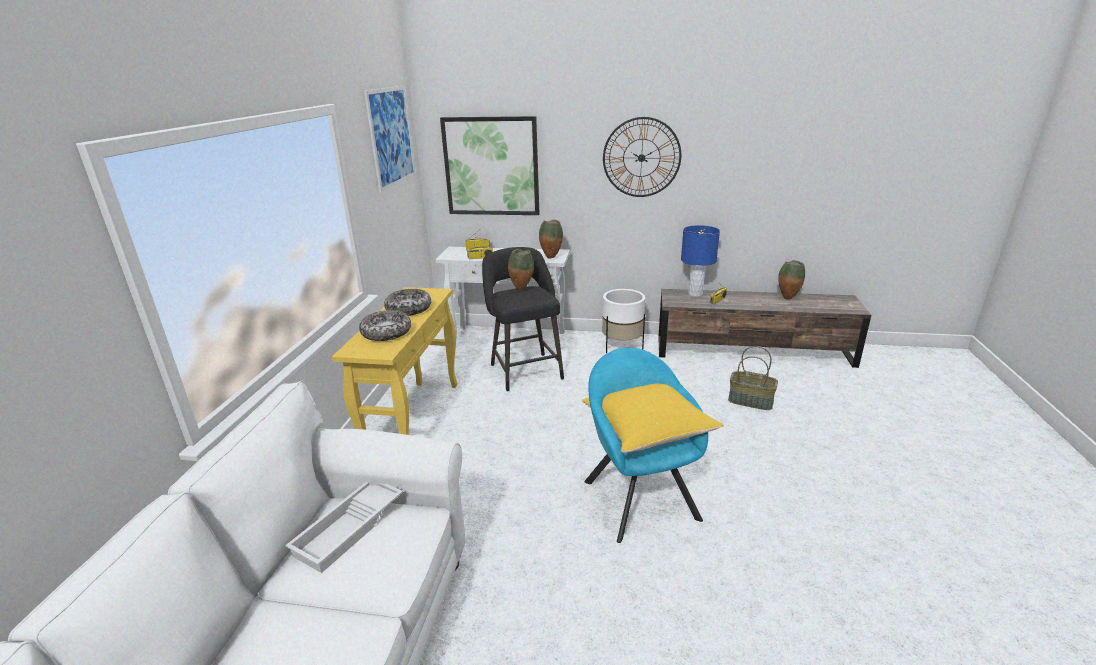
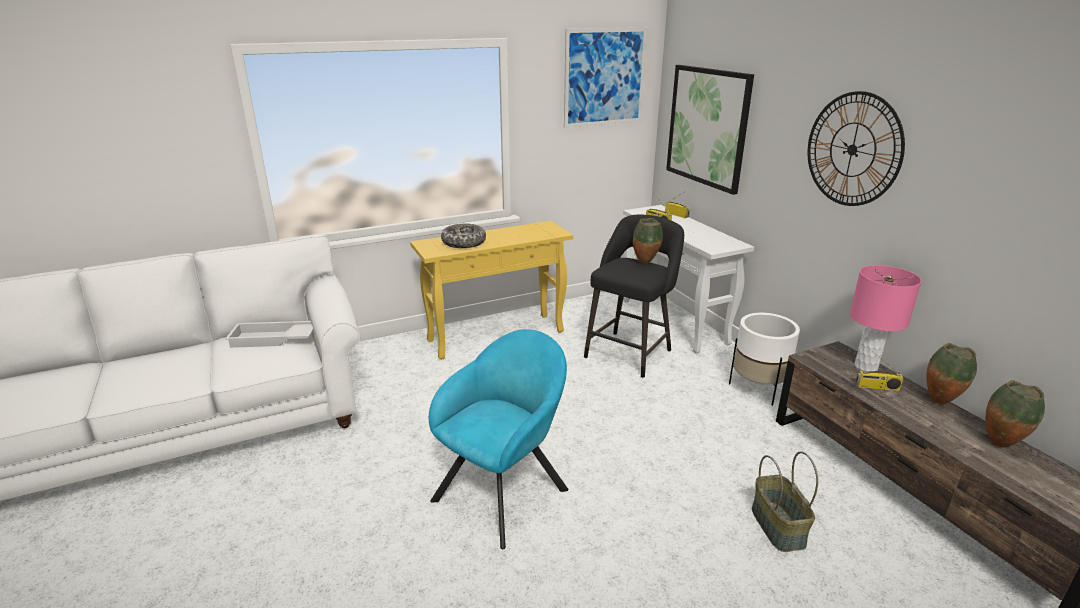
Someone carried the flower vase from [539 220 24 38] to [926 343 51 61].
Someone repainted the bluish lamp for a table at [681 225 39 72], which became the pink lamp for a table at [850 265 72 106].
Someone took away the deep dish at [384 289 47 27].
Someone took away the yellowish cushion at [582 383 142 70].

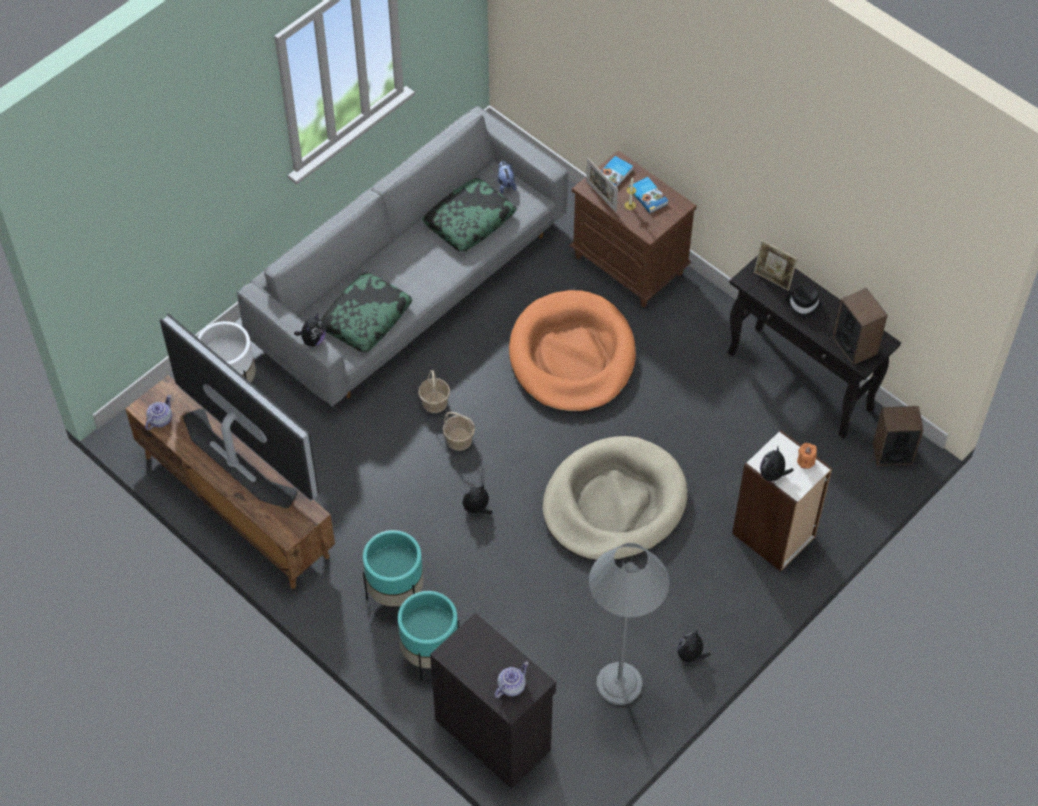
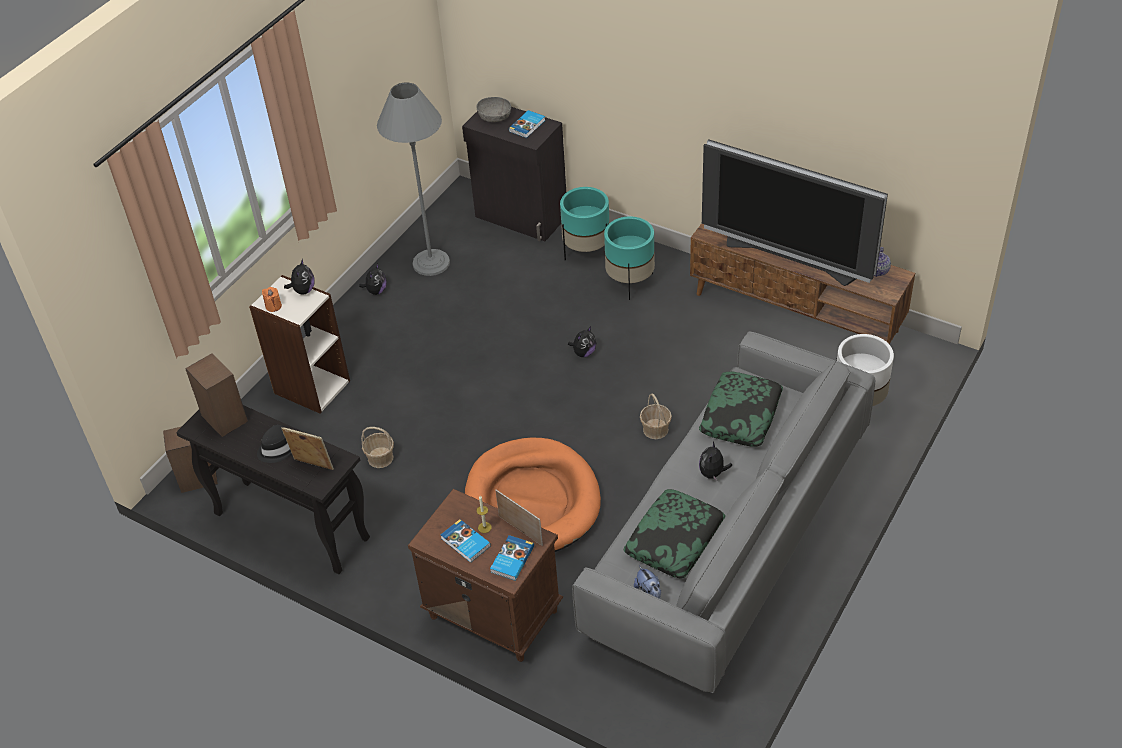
Someone carried the soft toy from [294 313 32 34] to [699 441 33 40].
Someone carried the storage basket from [443 412 32 39] to [361 427 33 41].
Someone took away the sand-coloured pet bed at [542 436 146 125].
Someone swapped the pot for tea at [494 662 35 36] for the greyish deep dish at [476 97 35 25].
Someone put down the bound book at [509 110 36 28].

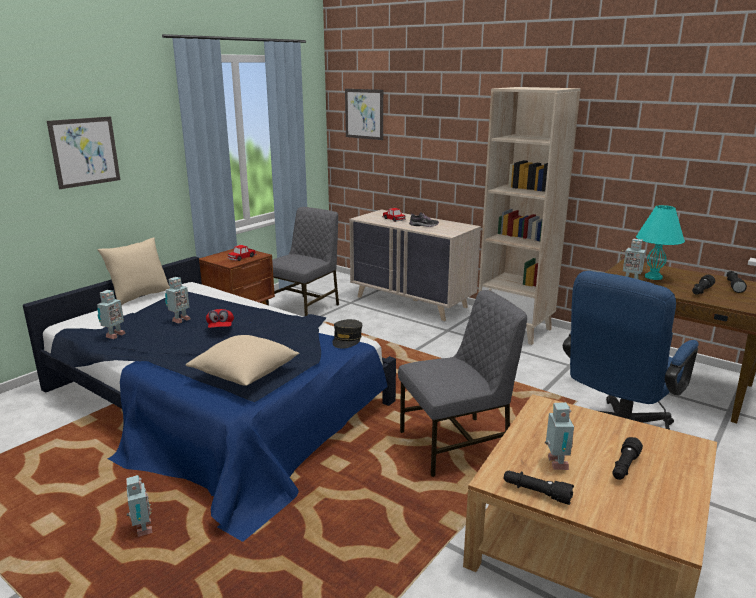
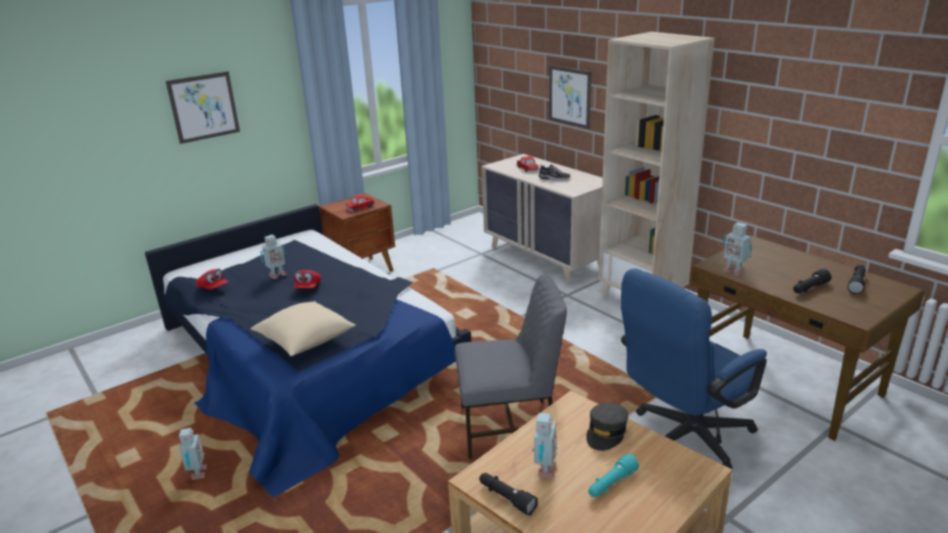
Someone carried the wall art from [345 89 38 51] to [549 65 42 64].
Someone took away the turquoise lamp for a table at [636 205 49 75].
Someone took away the greyish chair at [266 207 73 109].
Someone took away the sand-coloured cushion at [98 237 72 68].
Someone swapped the model robot at [97 290 29 49] for the red baseball cap at [196 269 33 21].
Someone carried the greyish baseball cap from [332 319 30 30] to [586 402 42 49].
Someone repainted the blackish flashlight at [612 437 31 43], which became the turquoise flashlight at [588 454 51 43].

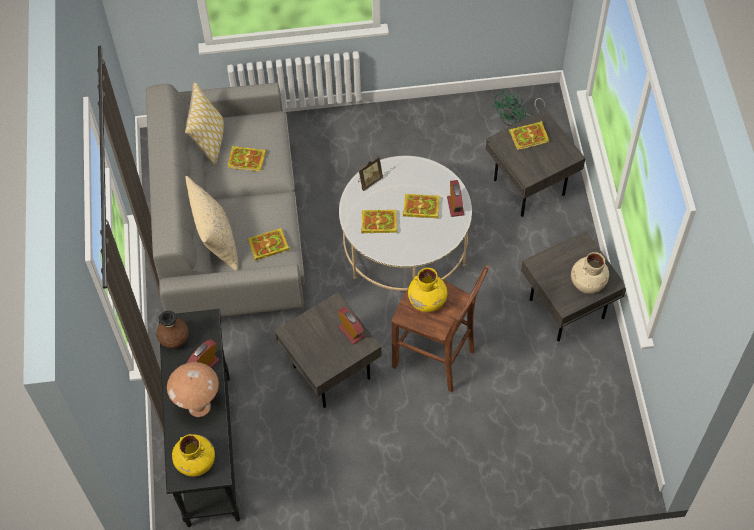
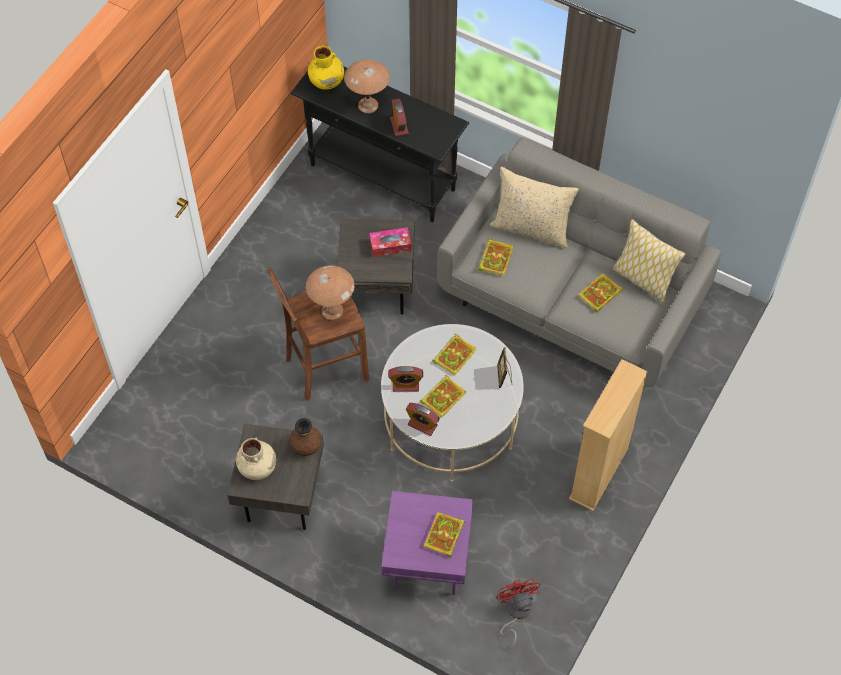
Someone repainted the green fan at [493 89 52 37], which became the red fan at [497 578 43 71].
Someone repainted the greyish end table at [486 109 99 108], which became the purple-coloured end table at [381 491 92 104].
Someone swapped the yellowish flower vase at [408 268 39 44] for the brown lamp for a table at [306 265 49 55].
Someone carried the bedside clock from [338 307 27 37] to [388 366 35 26].
Someone carried the brown flower vase from [156 310 33 39] to [289 418 32 38].
Someone put down the tissue box at [369 227 42 30].
Someone put down the sand-coloured shelving unit at [569 359 79 152].

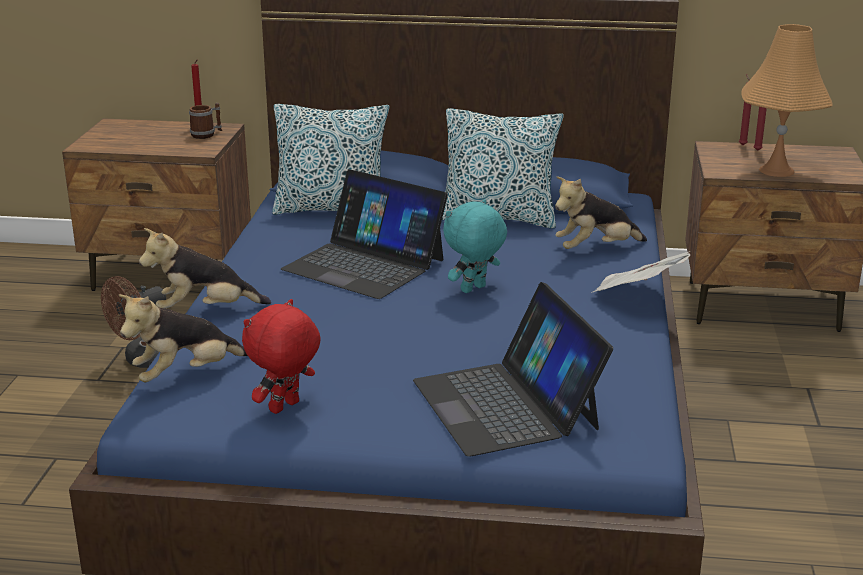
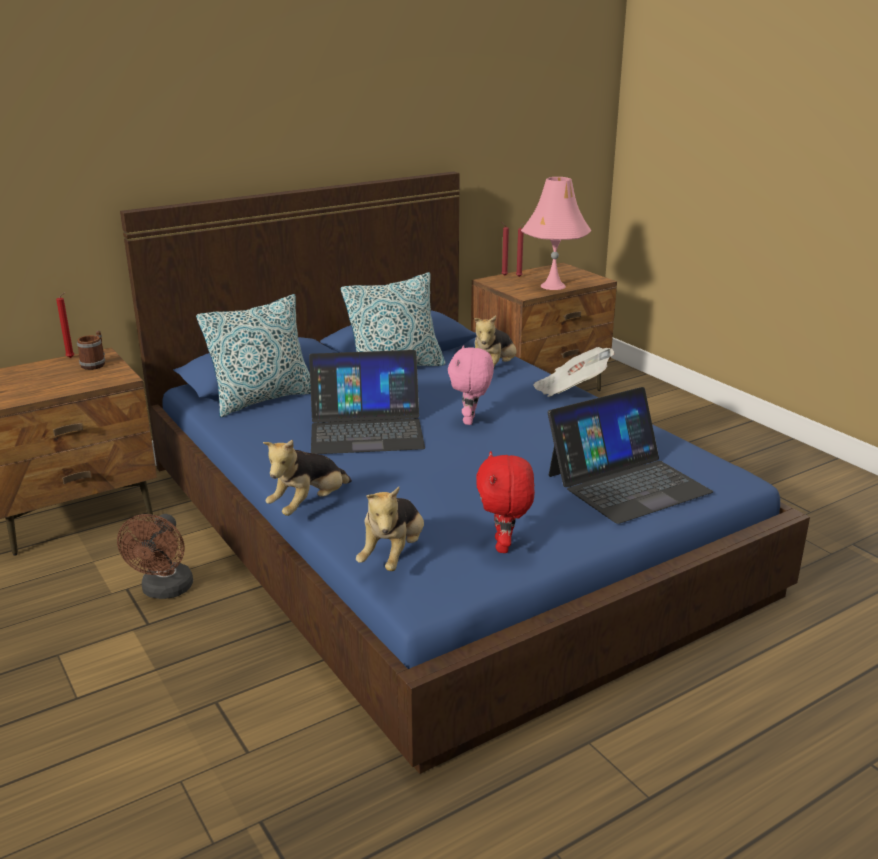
Someone repainted the orange lamp for a table at [741 24 91 153], which became the pink lamp for a table at [521 177 70 113].
Someone repainted the turquoise soft toy at [443 199 64 94], which became the pink soft toy at [448 345 46 80].
Someone rotated the laptop at [413 282 200 174] by 60 degrees counterclockwise.

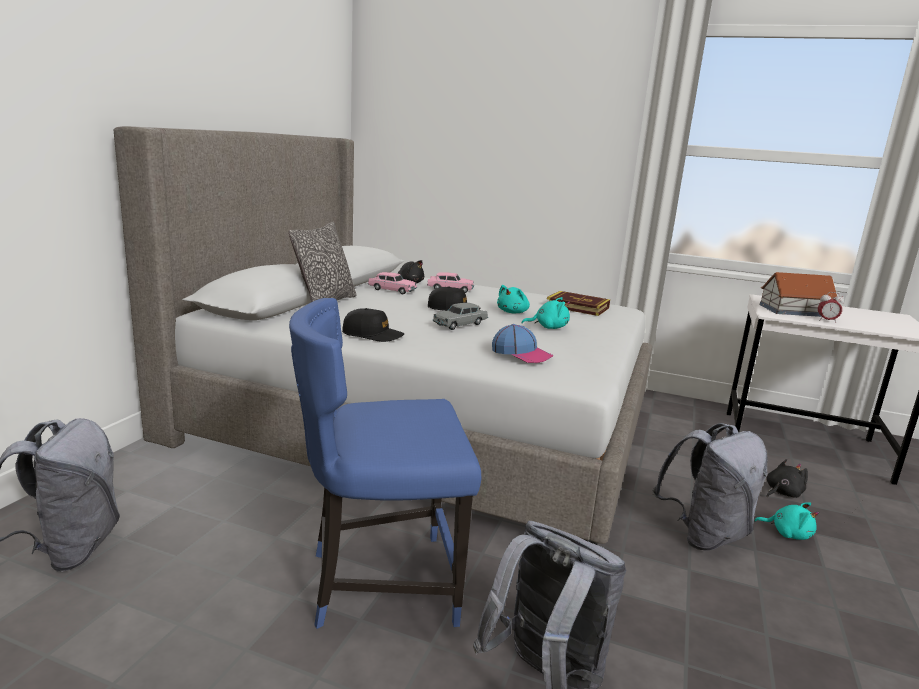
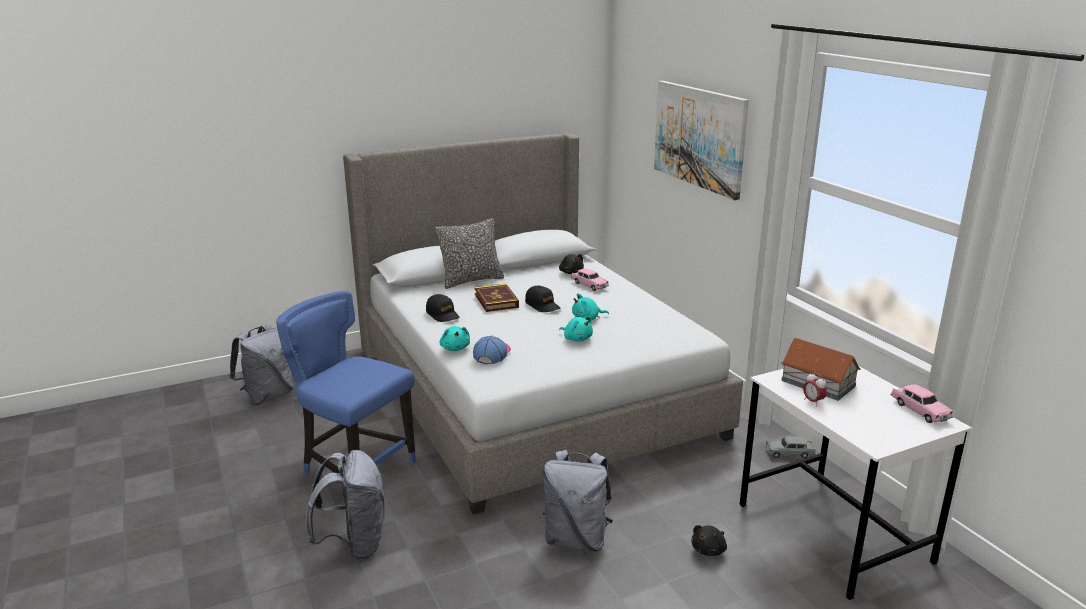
Someone carried the pink model car from [368 272 49 22] to [890 384 63 39].
Someone carried the bound book from [547 291 63 25] to [474 284 45 28].
Someone carried the greyish model car from [432 303 56 27] to [765 436 51 22].
Someone rotated the baseball cap at [492 324 62 39] by 150 degrees counterclockwise.
Someone rotated the blackish soft toy at [767 459 41 39] by 120 degrees clockwise.
Someone carried the turquoise soft toy from [754 502 65 38] to [439 326 31 25].
Someone put up the wall art at [654 81 95 119].

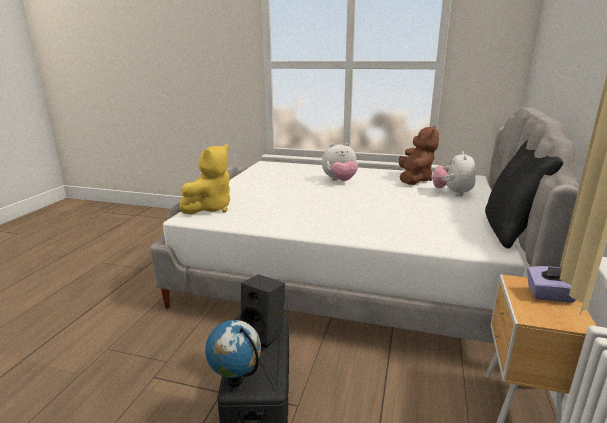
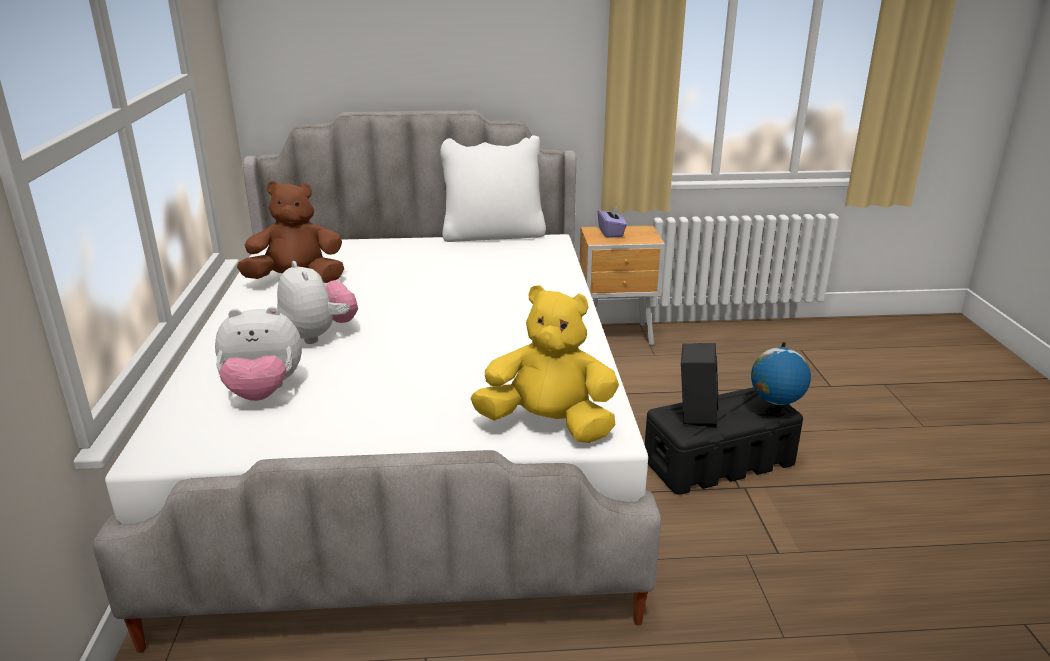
Someone repainted the blackish cushion at [485 140 78 108], which became the whitish cushion at [440 136 106 106].
Someone carried the soft toy from [432 151 44 45] to [215 307 87 94].

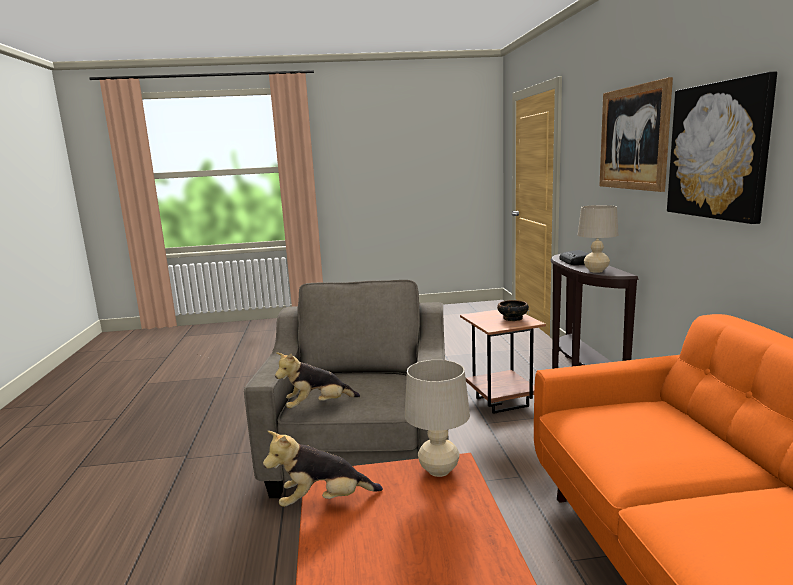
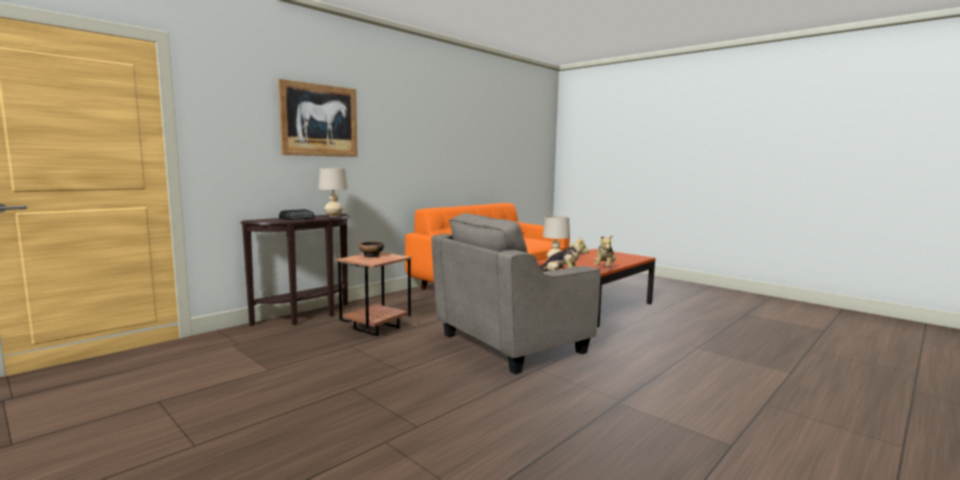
Someone took away the wall art at [667 72 110 152].
Someone rotated the soft toy at [263 431 120 76] by 75 degrees clockwise.

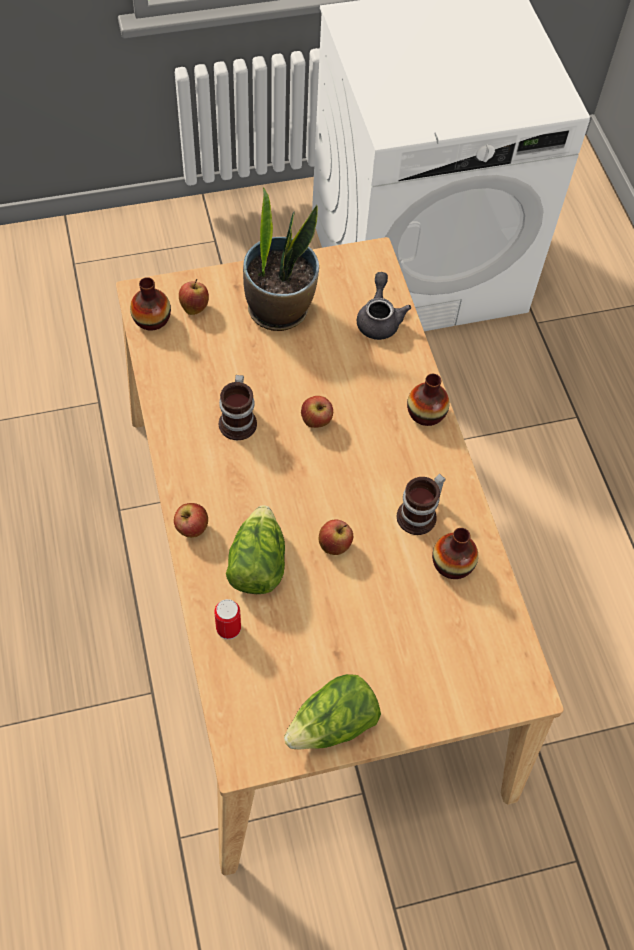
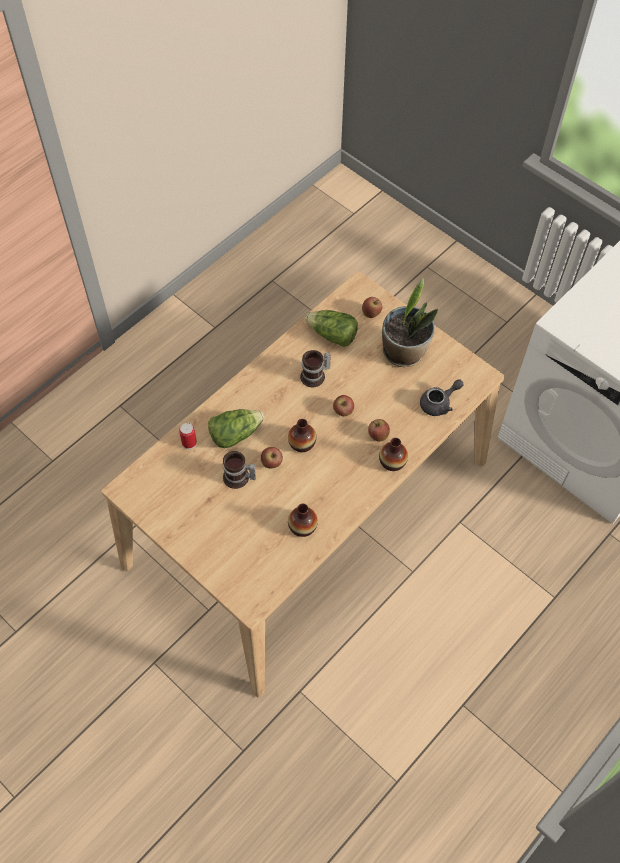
Someone carried the flower vase from [130 277 41 54] to [288 419 28 33].
Someone carried the mug from [397 474 48 61] to [223 451 33 38].
Someone carried the whole apple from [174 503 34 35] to [368 419 22 23].
Someone carried the head of lettuce from [284 674 97 75] to [305 310 53 37].

